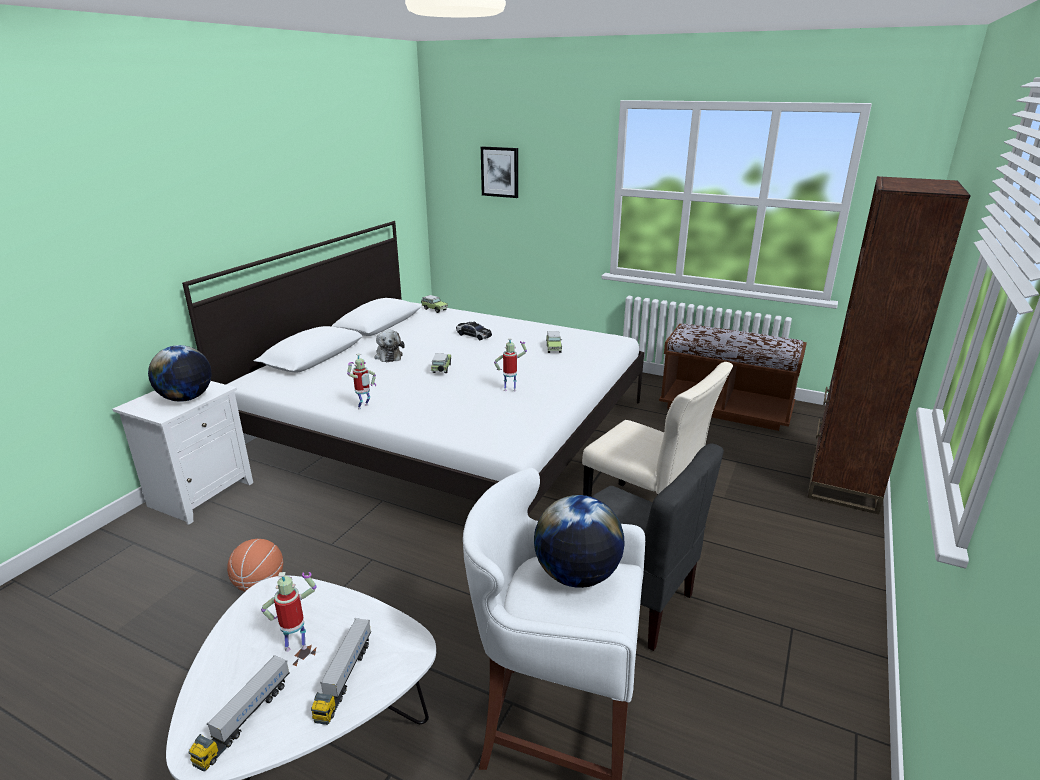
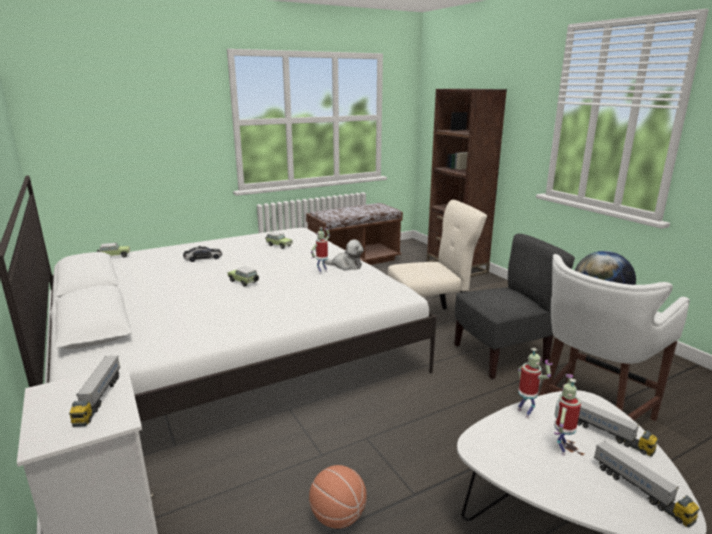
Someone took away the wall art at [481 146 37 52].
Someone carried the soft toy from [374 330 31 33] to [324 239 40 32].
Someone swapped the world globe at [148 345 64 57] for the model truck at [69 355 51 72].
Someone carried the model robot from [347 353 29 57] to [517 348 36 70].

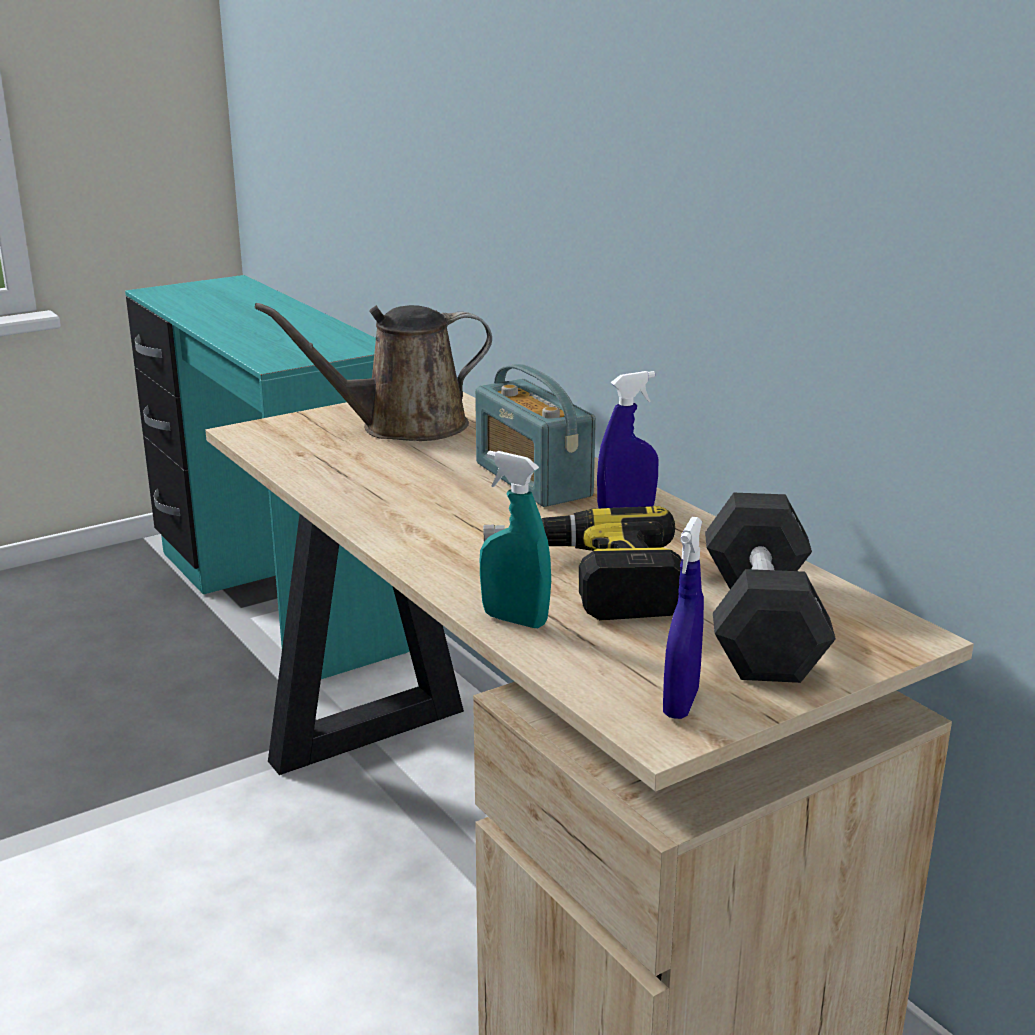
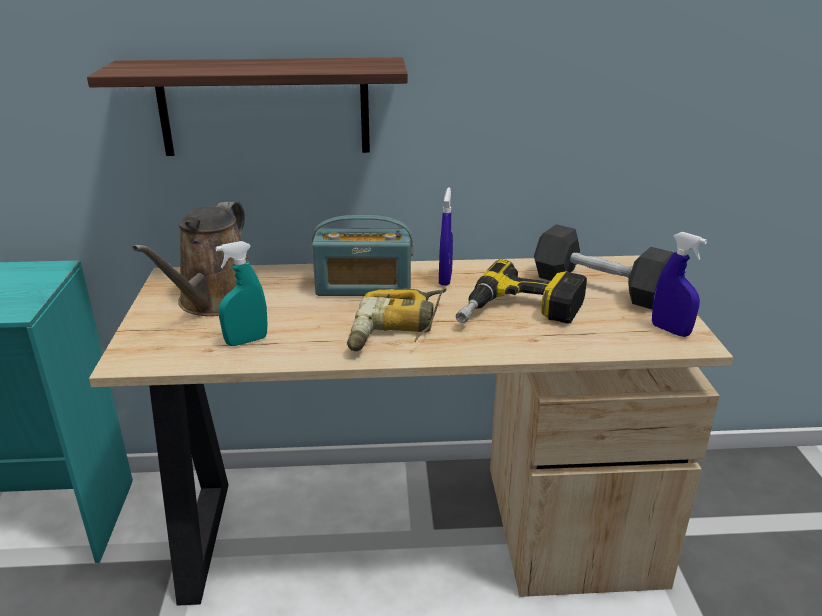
Someone carried the turquoise spray bottle from [480 450 71 178] to [216 241 52 105].
Someone put up the wall shelf at [87 57 321 99].
Someone put down the electric drill at [347 288 100 63].

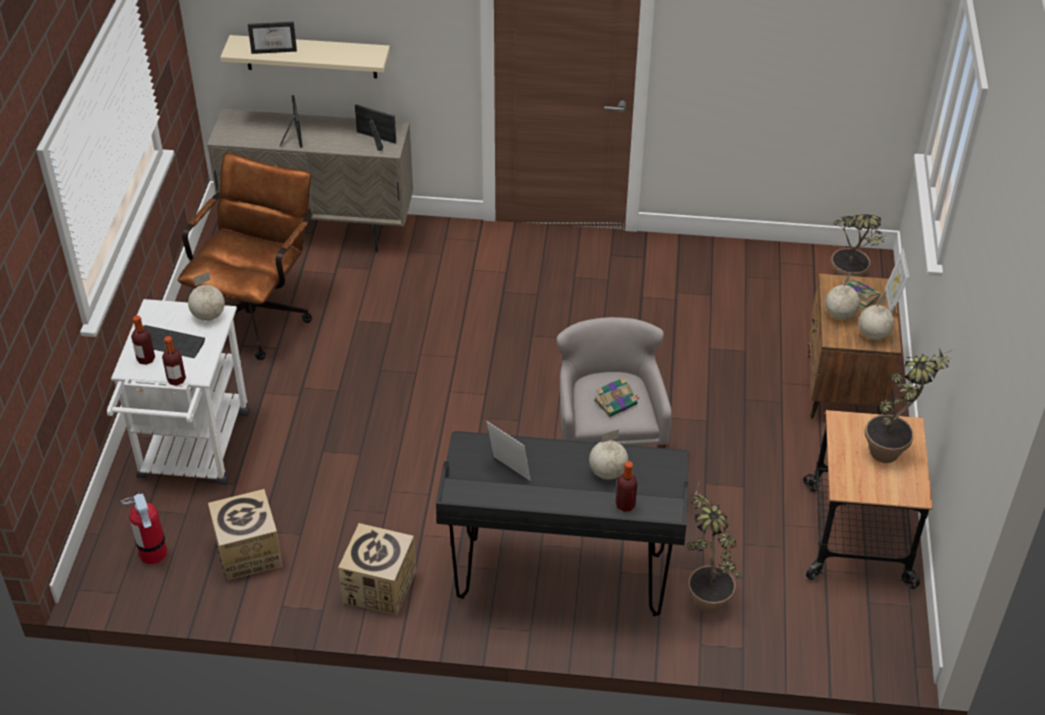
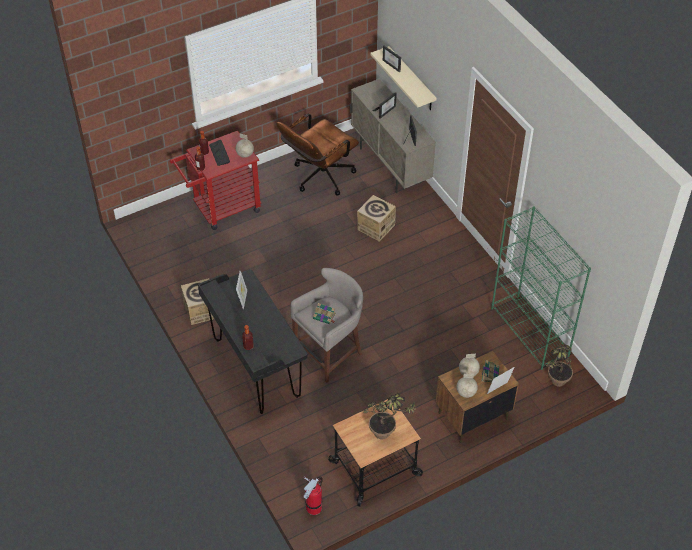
Someone rotated the brown desk chair at [178 153 134 207] by 150 degrees clockwise.
Someone repainted the whitish trolley at [107 299 143 186], which became the red trolley at [170 131 91 99].
Someone took away the world globe at [589 429 39 50].
Someone took away the potted plant at [687 483 56 131].
Someone carried the cardboard box from [208 489 75 92] to [357 195 39 47].
Someone carried the extinguisher from [121 492 47 72] to [303 476 20 39].
Someone put down the green shelving unit at [491 206 100 164].

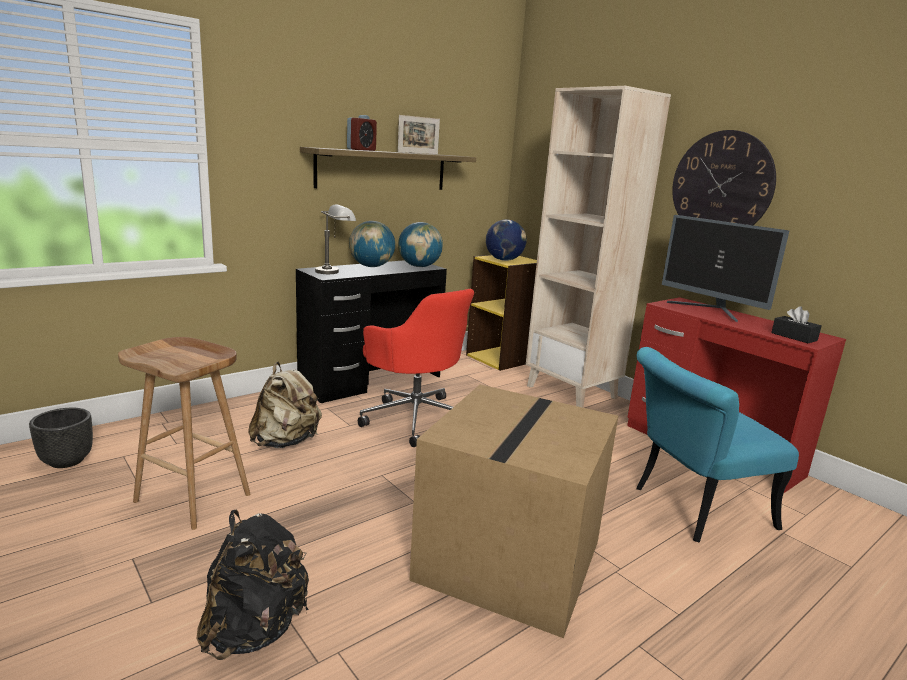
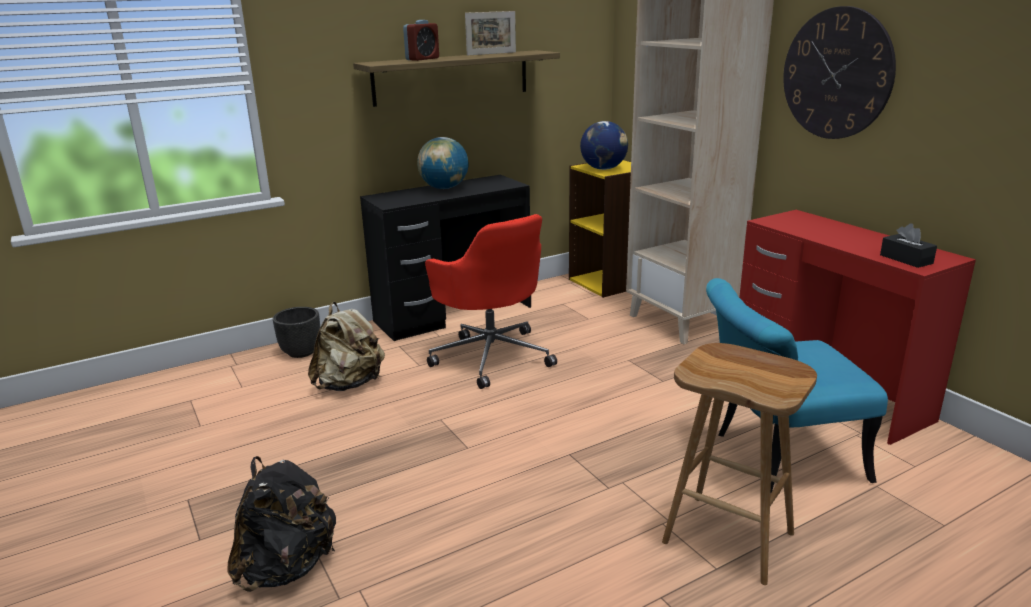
Someone took away the greyish lamp for a table at [315 205 41 69].
Someone took away the monitor at [662 215 127 107].
Someone took away the world globe at [398 222 45 45].
Someone carried the brown stool seat from [118 337 132 193] to [662 343 155 242].
Someone took away the cardboard box at [409 385 209 253].
Someone carried the blackish plant pot from [29 408 64 60] to [273 307 47 51].

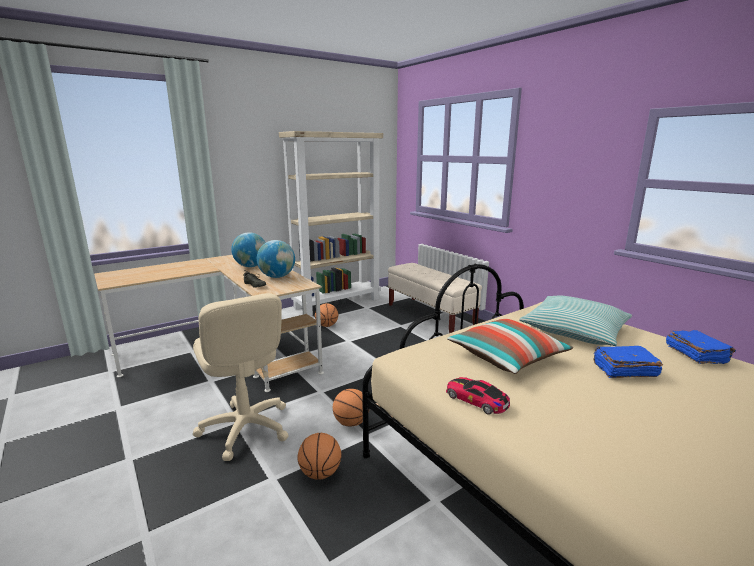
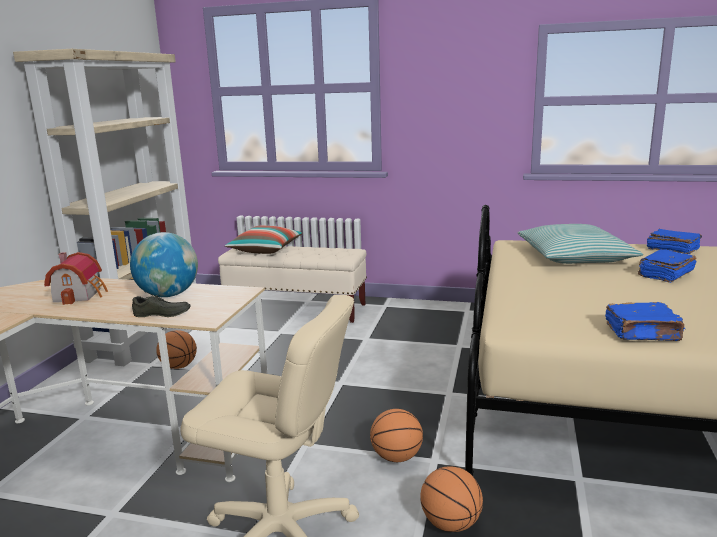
Someone swapped the world globe at [231 232 35 35] for the model house at [44 252 64 53].
Someone carried the cushion from [447 319 126 55] to [225 226 78 28].
Someone swapped the model car at [446 377 64 38] for the bluish bound book at [605 302 80 39].

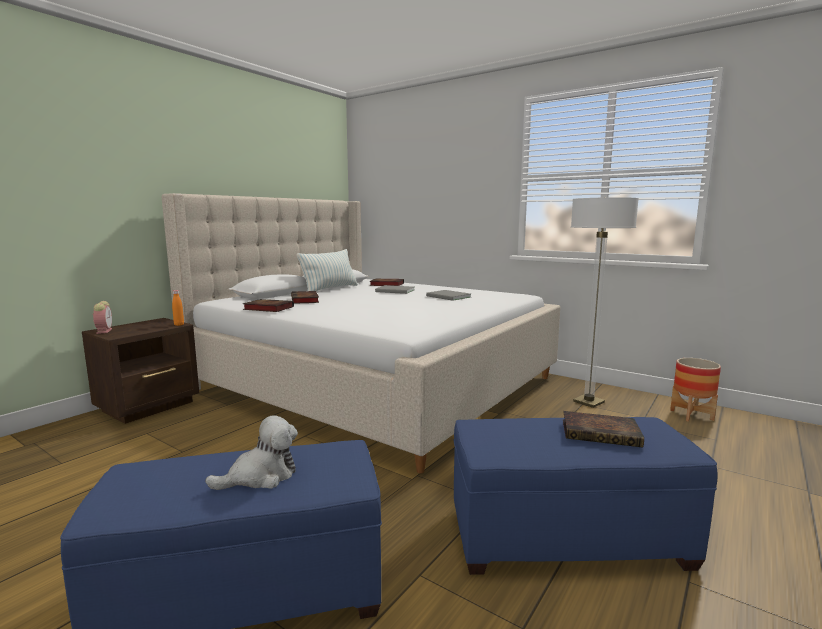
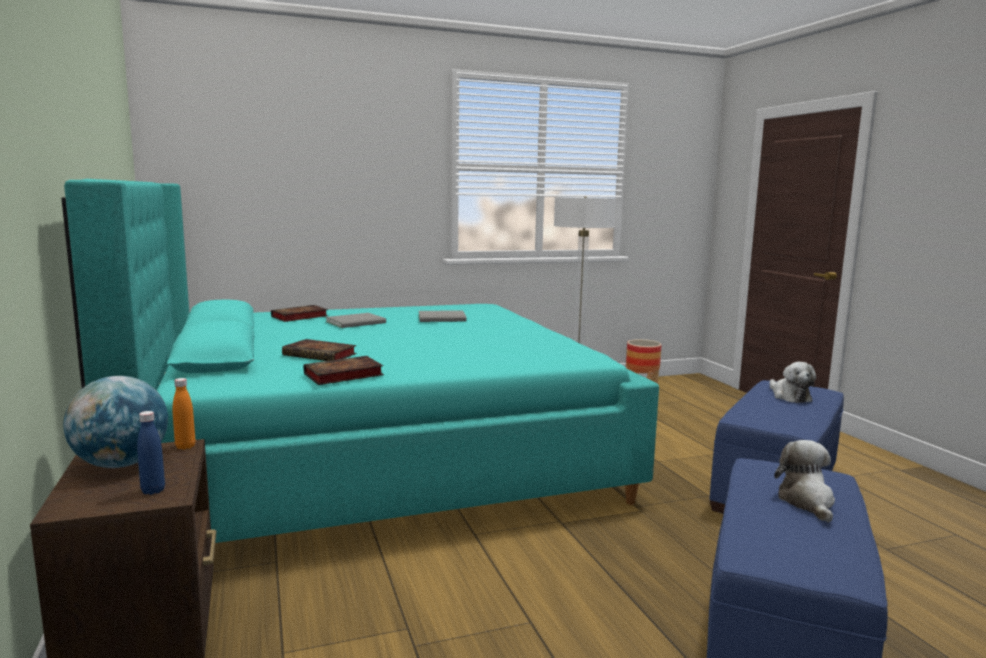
Someone repainted the sand-coloured bed at [161 193 399 280], which became the turquoise bed at [61 179 598 364].
Someone took away the cushion at [297 249 61 42].
Someone took away the bedside clock at [93 301 19 33].
Someone swapped the bound book at [563 411 81 37] for the soft toy at [769 362 47 41].
Someone put down the world globe at [63 376 105 92].
Someone put down the bluish bottle at [137 411 28 84].

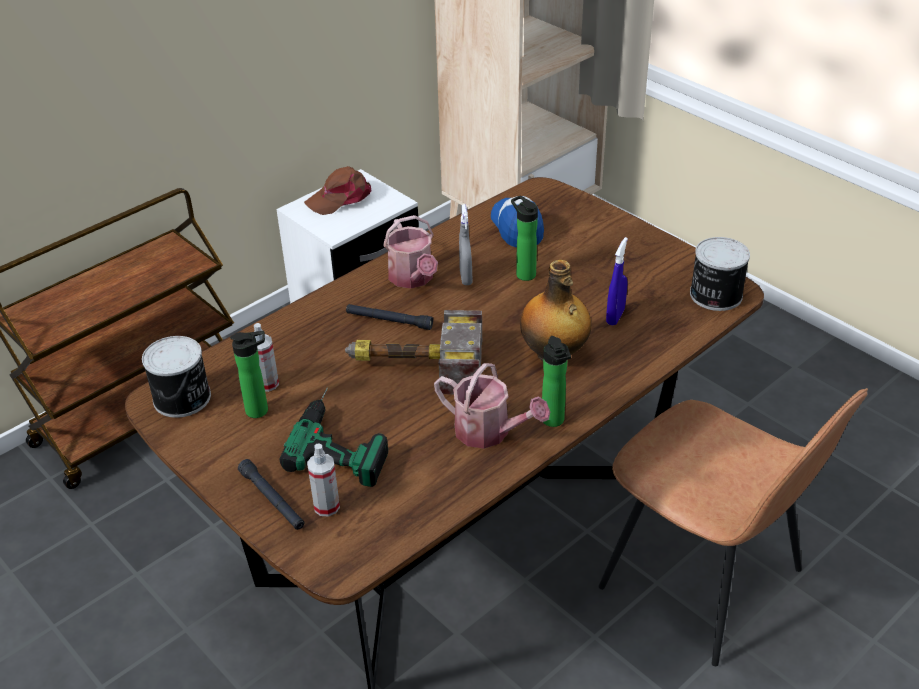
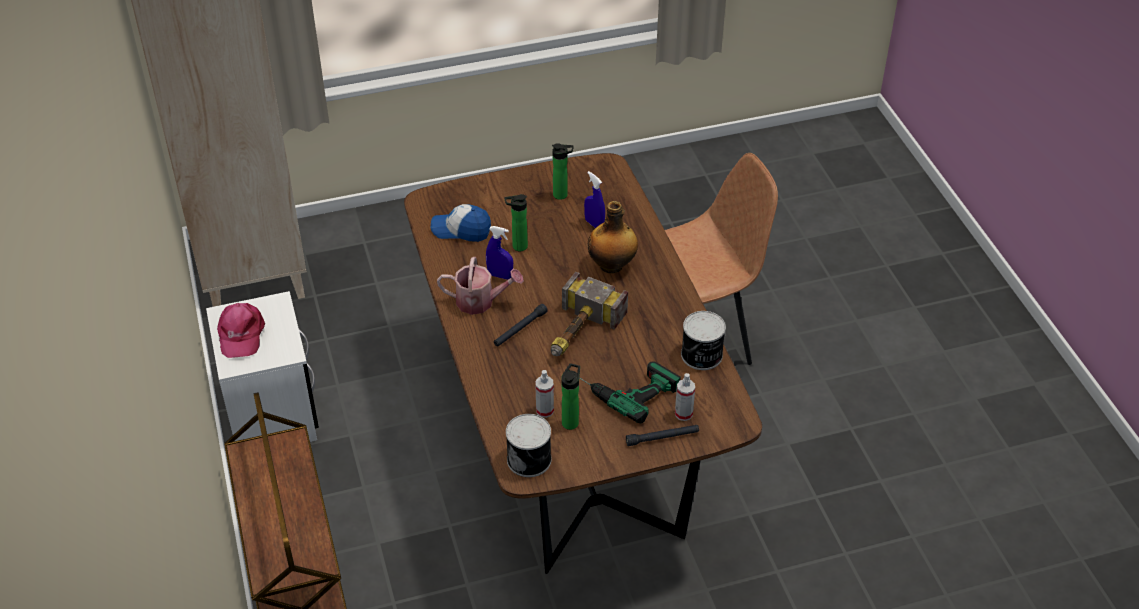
Someone repainted the brown baseball cap at [304 166 67 49], which became the pink baseball cap at [217 303 48 55].
Someone repainted the greyish spray bottle at [459 204 13 81], which became the bluish spray bottle at [486 226 27 53].
Someone carried the sealed can from [690 237 60 74] to [681 311 45 59].
Someone carried the bottle from [542 336 29 91] to [552 143 22 57].
Someone took away the watering pot at [434 363 116 86].

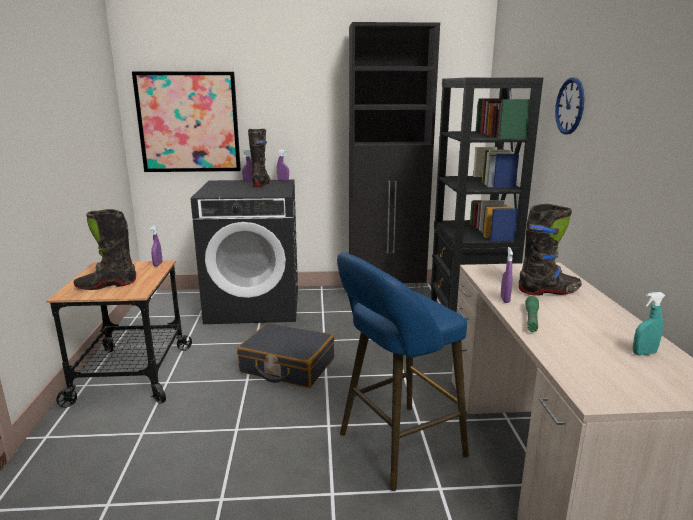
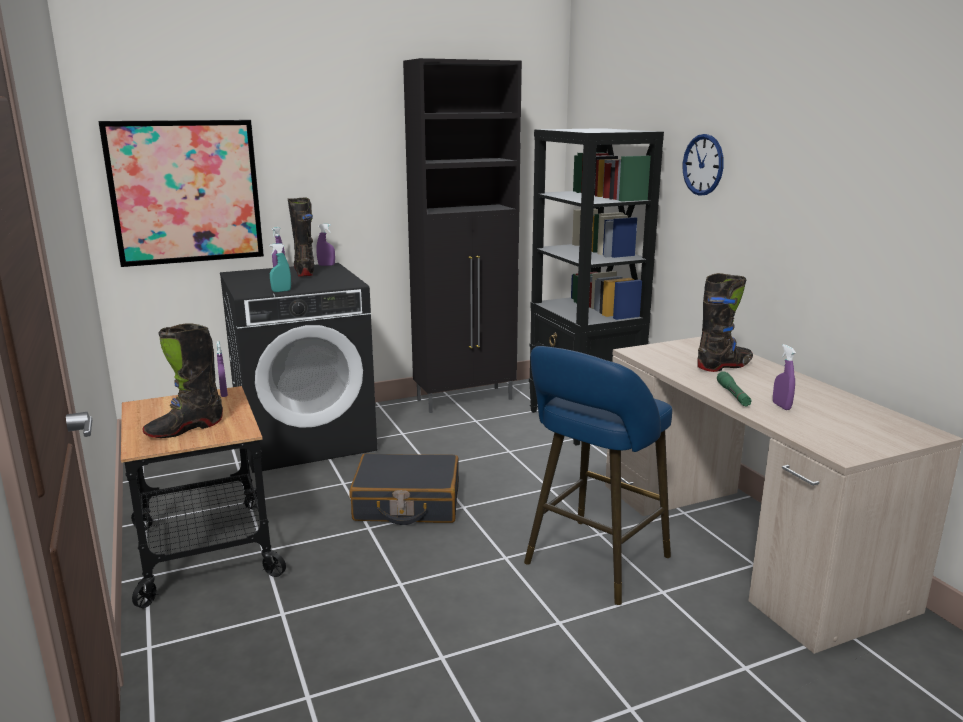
Someone carried the purple-coloured spray bottle from [501 247 12 56] to [773 344 23 66].
Someone carried the turquoise spray bottle from [633 292 33 63] to [269 243 22 49].

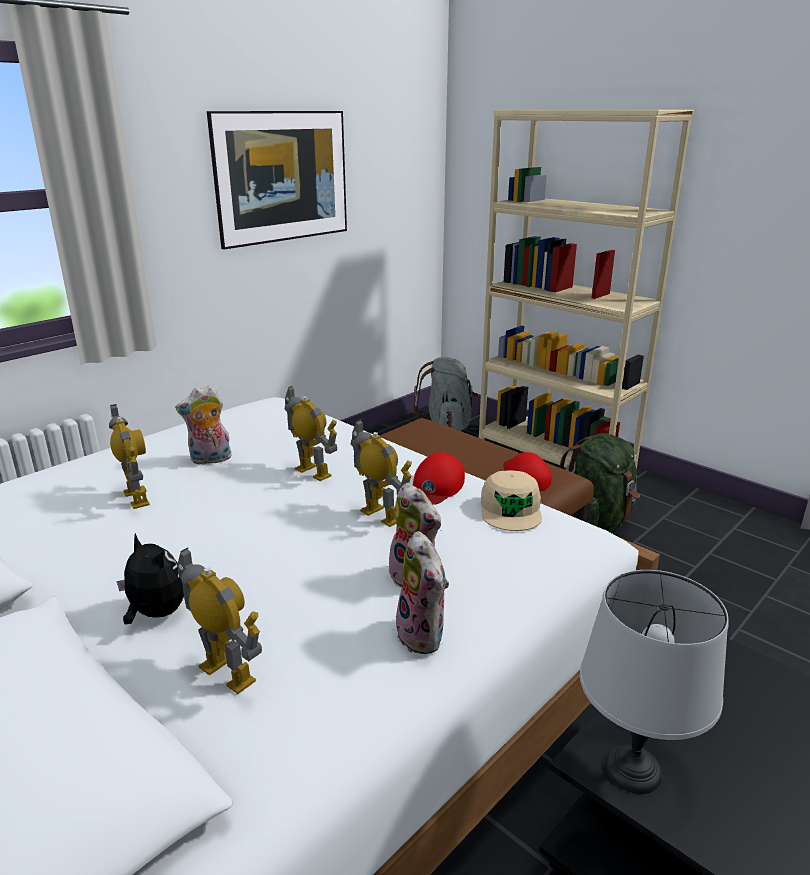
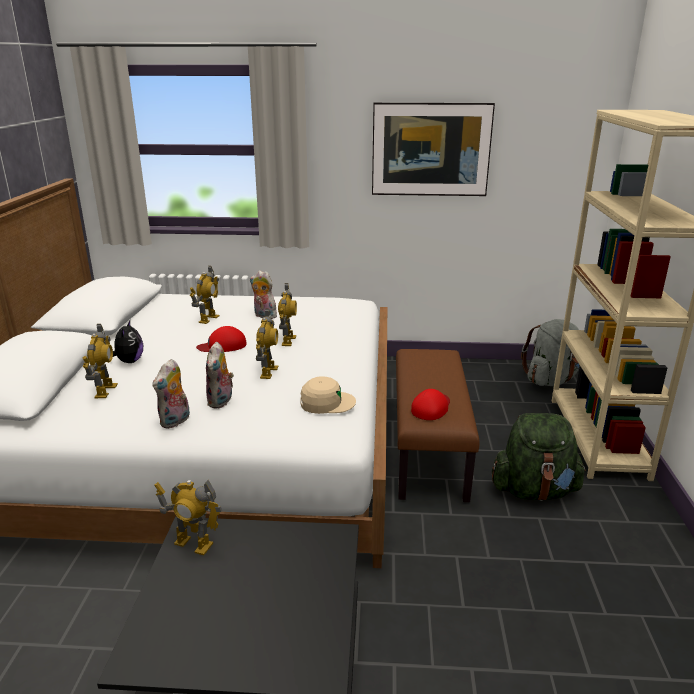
Someone carried the red baseball cap from [413 452 52 53] to [196 326 51 26].
Someone rotated the sand-coloured baseball cap at [481 470 61 61] by 150 degrees counterclockwise.
Someone swapped the greyish lamp for a table at [580 570 148 224] for the model robot at [155 480 67 75].

